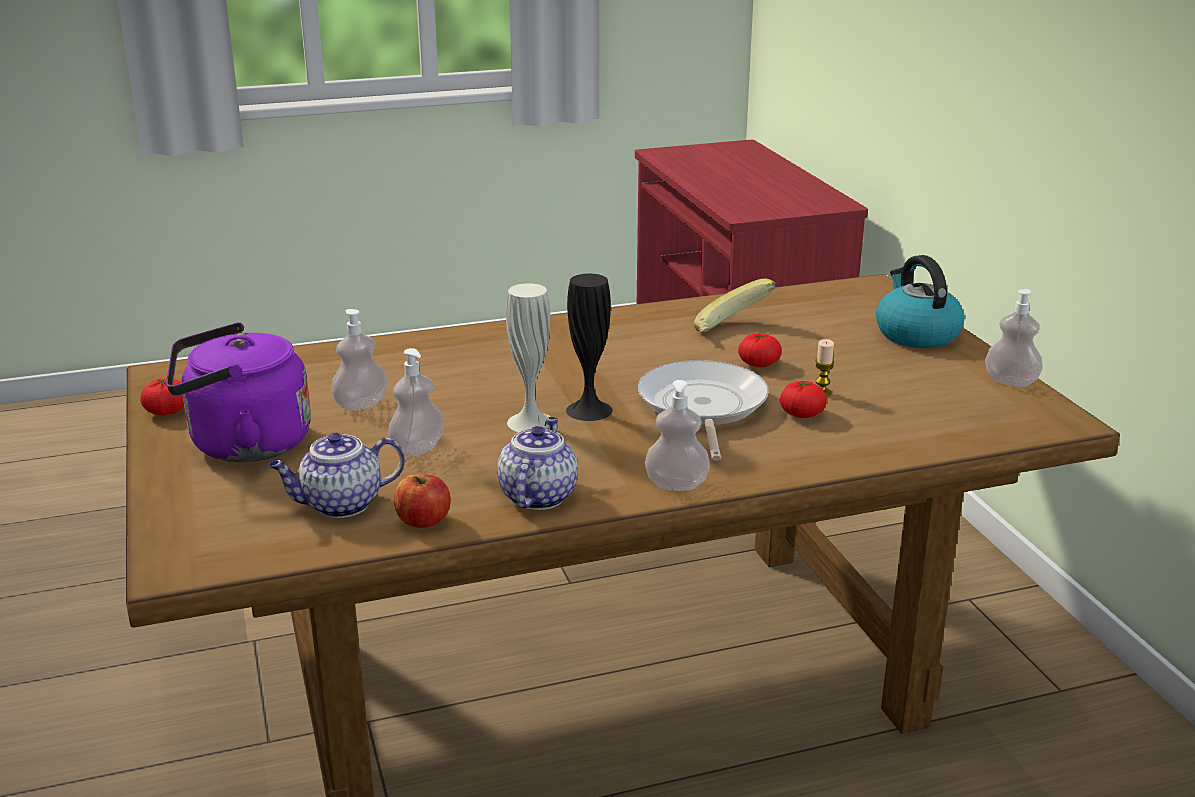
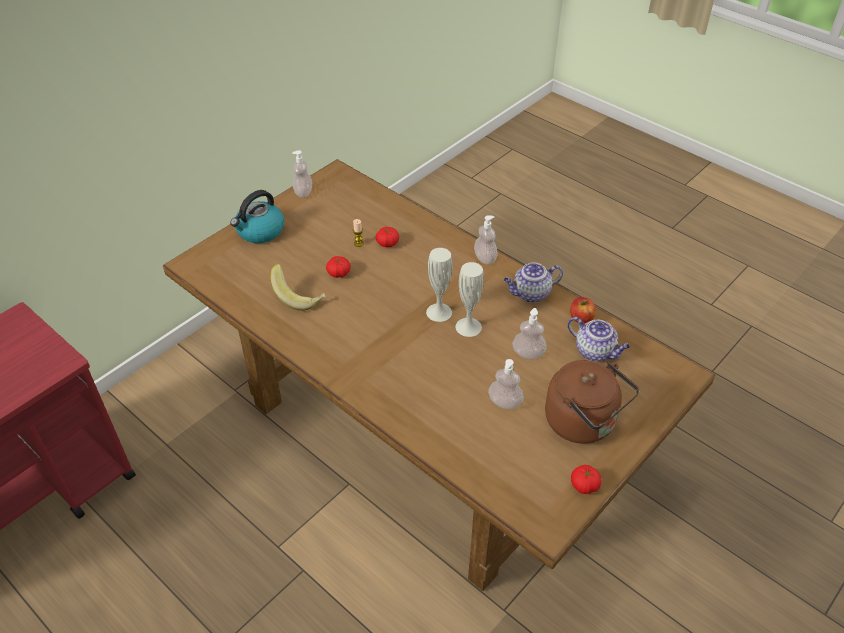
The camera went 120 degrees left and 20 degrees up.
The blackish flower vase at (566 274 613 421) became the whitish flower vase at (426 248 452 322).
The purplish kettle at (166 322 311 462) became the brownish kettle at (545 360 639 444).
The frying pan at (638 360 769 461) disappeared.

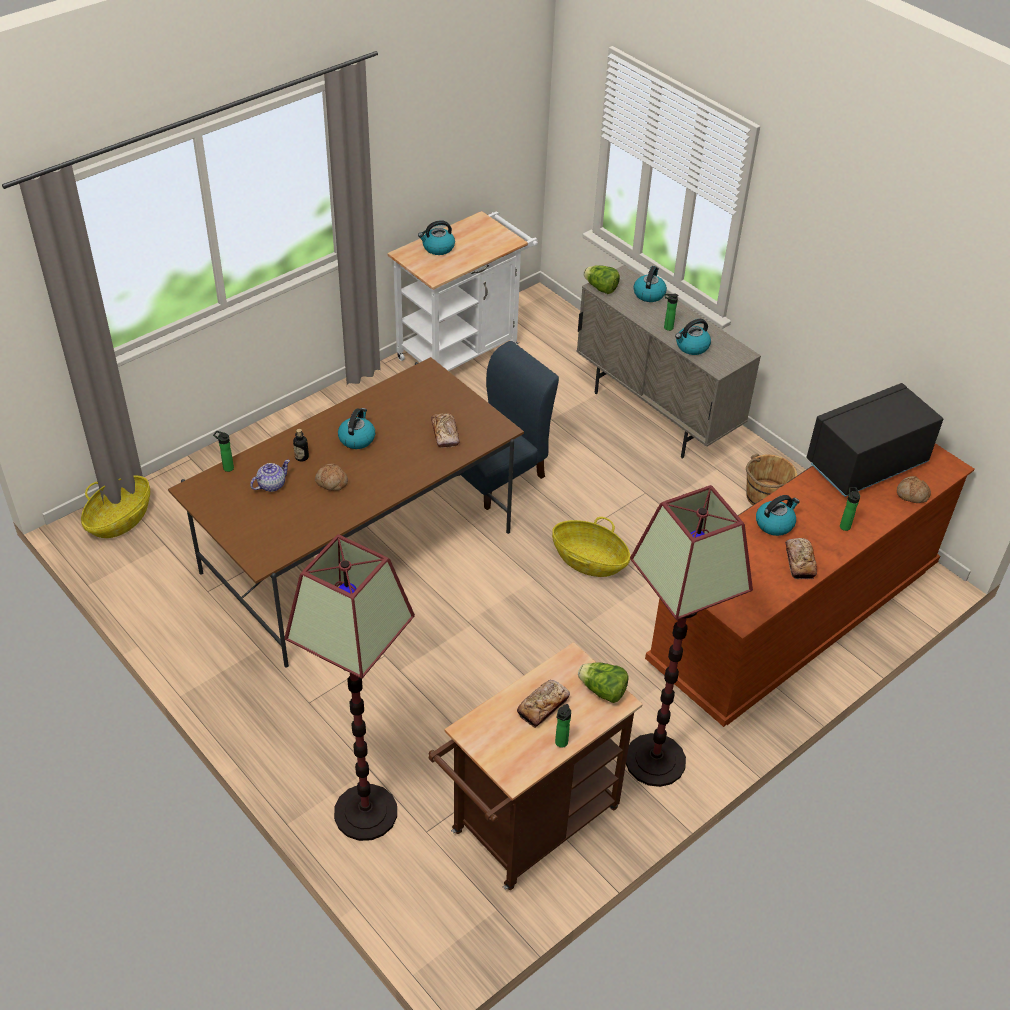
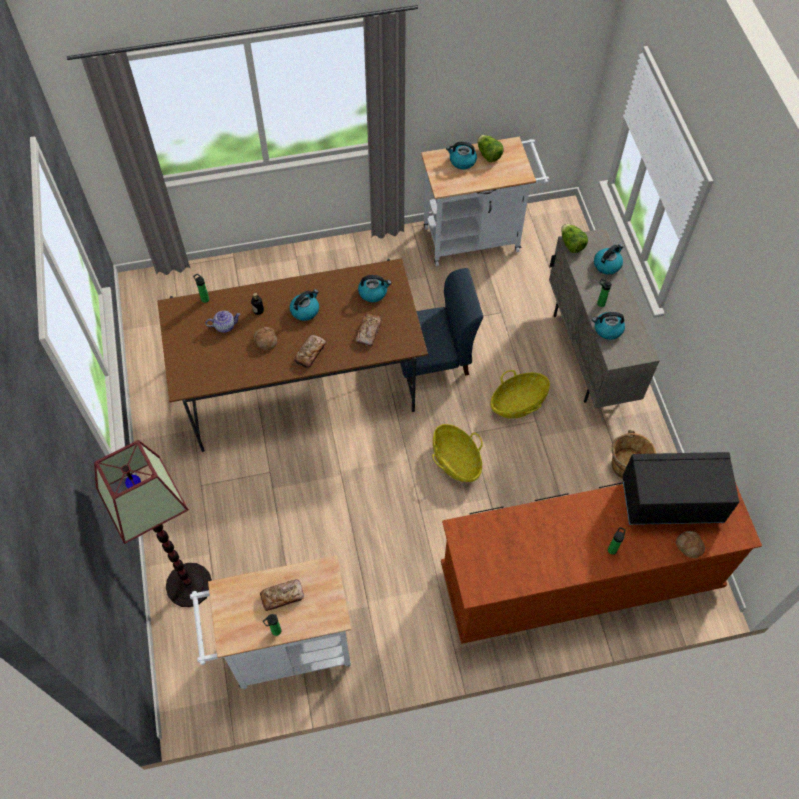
The camera went 30 degrees right and 15 degrees up.
The household basket moved from (81 476 150 538) to (490 370 550 419).
The floor lamp at (626 485 753 787) disappeared.
The kettle moved from (756 495 800 536) to (358 275 392 302).
The bakery bread moved from (785 538 817 579) to (294 335 326 369).
The brownish trolley at (429 642 643 890) became the whitish trolley at (190 555 351 689).
The head of lettuce moved from (578 662 629 703) to (477 135 504 162).

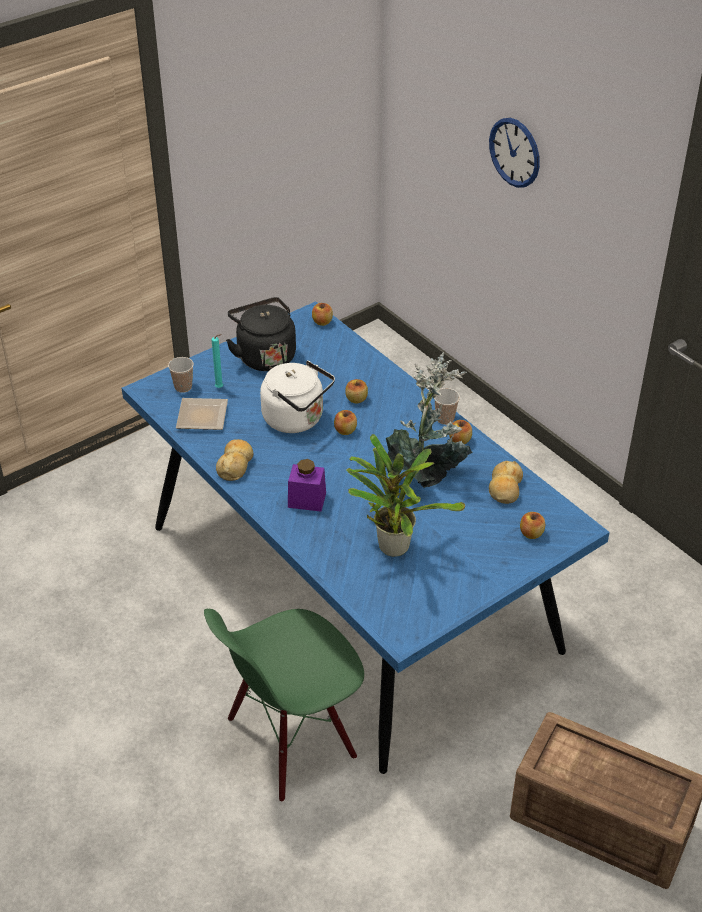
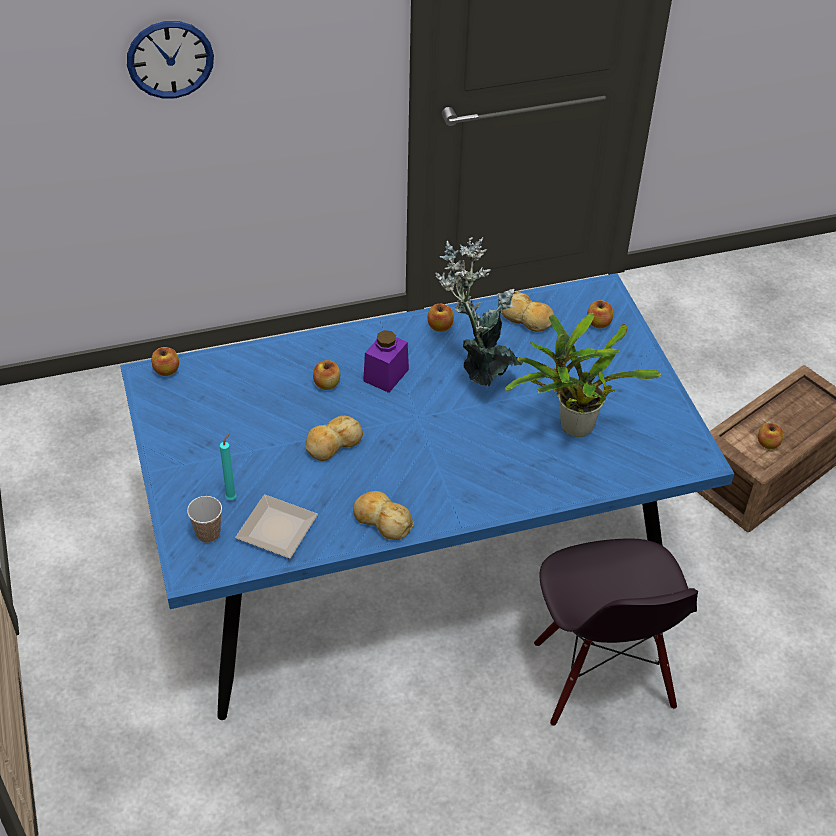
The camera went 70 degrees left and 5 degrees up.
The blackish kettle at (226 297 296 371) disappeared.
The whitish kettle at (260 360 335 433) was replaced by the bakery bread at (305 415 363 461).
The small cup at (434 388 460 425) disappeared.
The whole apple moved from (334 410 357 435) to (758 423 784 449).
The purplish storage jar moved from (288 459 326 512) to (363 330 409 393).
The greenish chair at (204 609 364 802) became the blackish chair at (534 538 698 726).

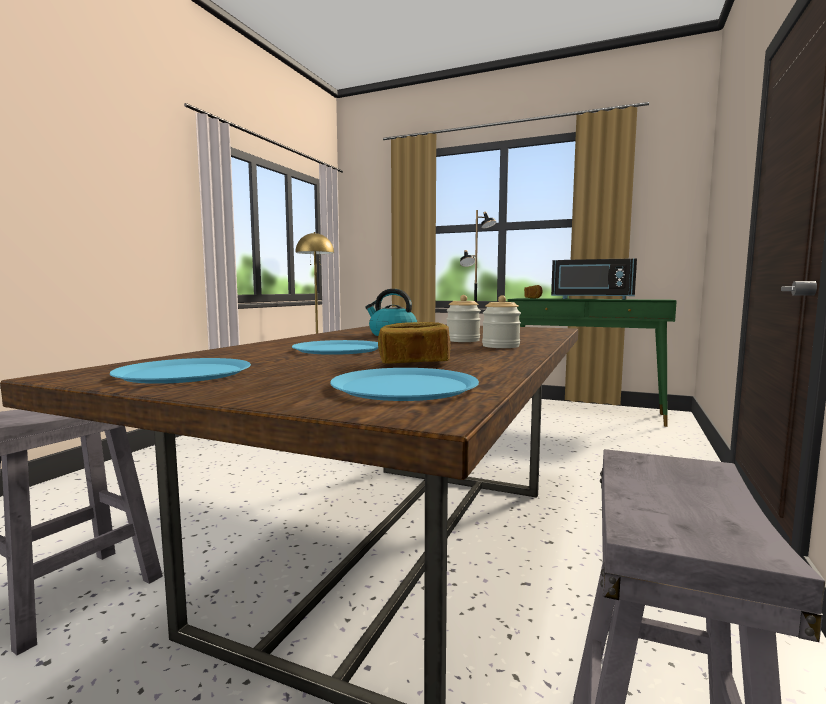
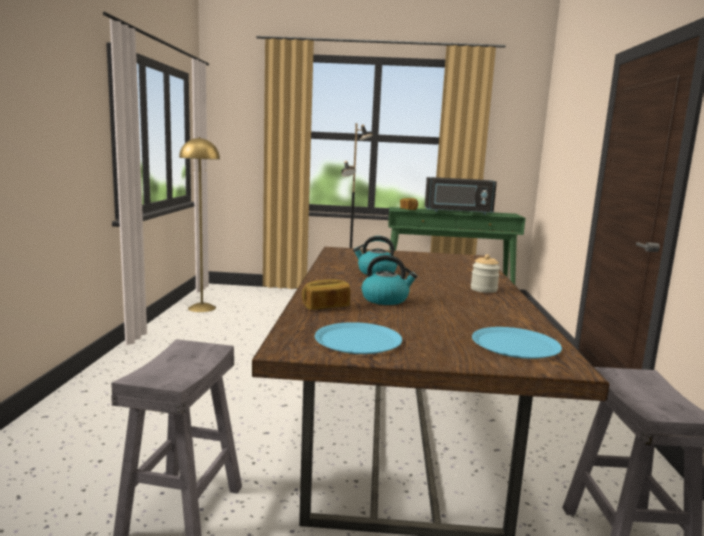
The camera went 20 degrees left and 5 degrees up.
The storage jar at (447 295 481 342) disappeared.
The bakery bread moved from (378 322 450 364) to (301 279 350 310).
The blue-coloured plate at (292 340 378 355) was replaced by the kettle at (362 255 418 305).

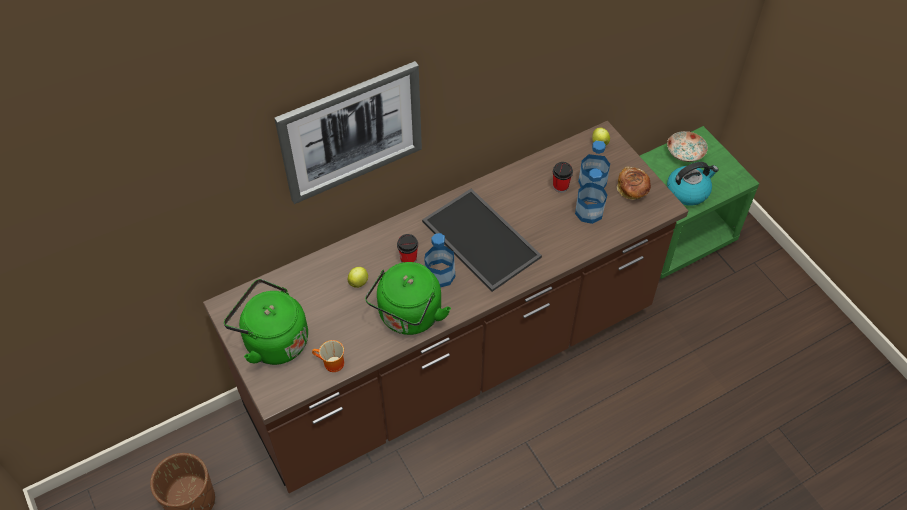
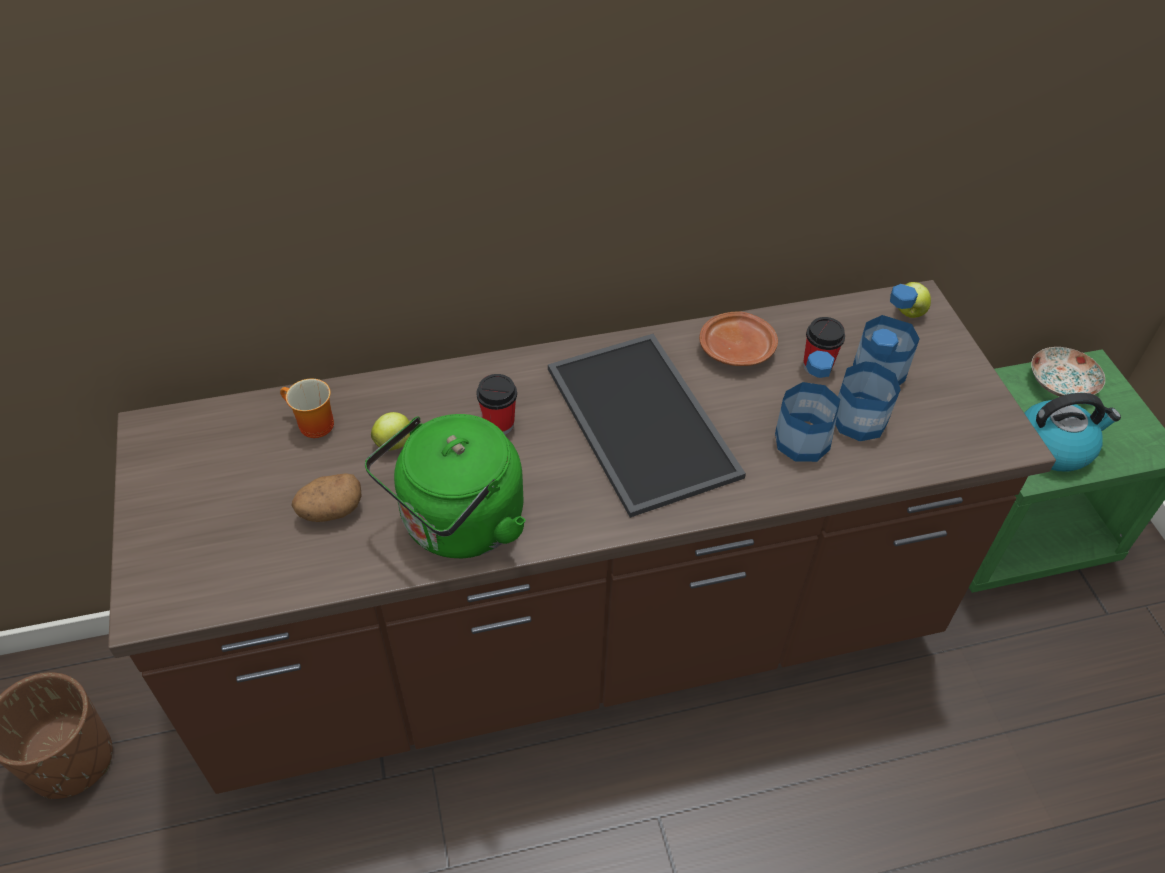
The camera went 15 degrees right and 5 degrees down.
The picture at (274 61 422 204) disappeared.
The bakery bread at (617 167 651 200) disappeared.
The drink bottle moved from (424 233 455 287) to (775 351 840 462).
The greenish kettle at (224 279 308 365) disappeared.
The tea mug moved from (312 340 344 372) to (280 379 334 438).
The brownish plate at (699 312 778 366) appeared.
The whole potato at (291 473 361 522) appeared.

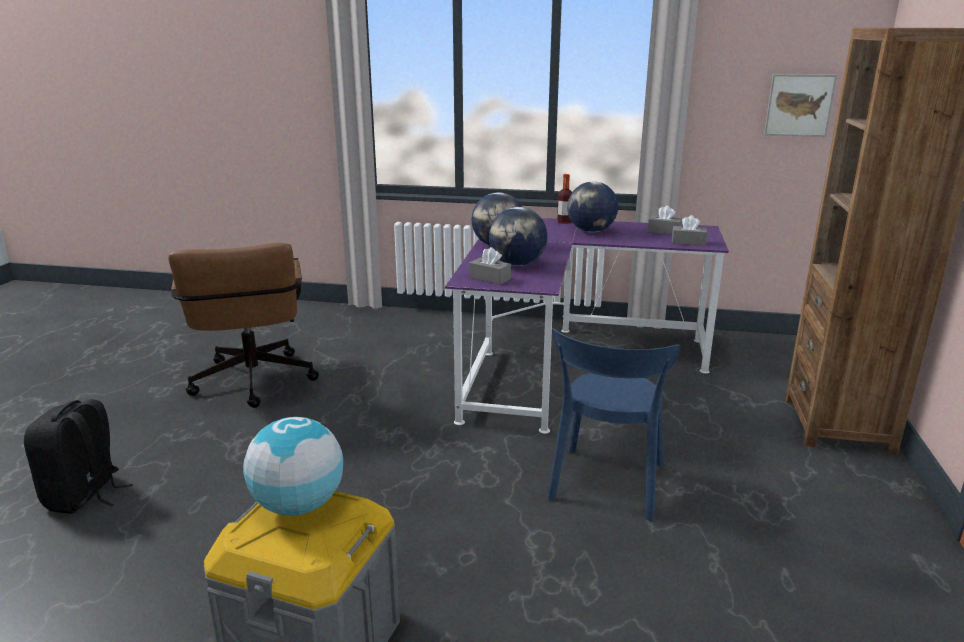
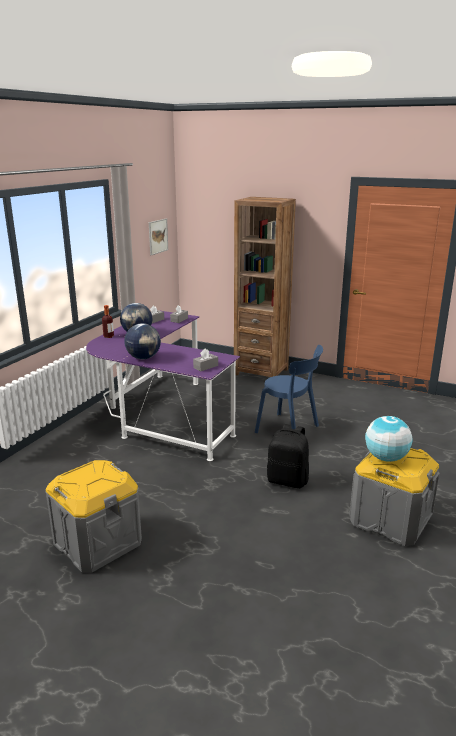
The camera went 75 degrees left and 0 degrees up.
The globe at (489 207 547 266) disappeared.
The brownish computer chair at (168 243 319 408) was replaced by the grey storage container at (45 460 142 573).
The blackish rucksack moved from (24 399 133 514) to (267 424 309 488).

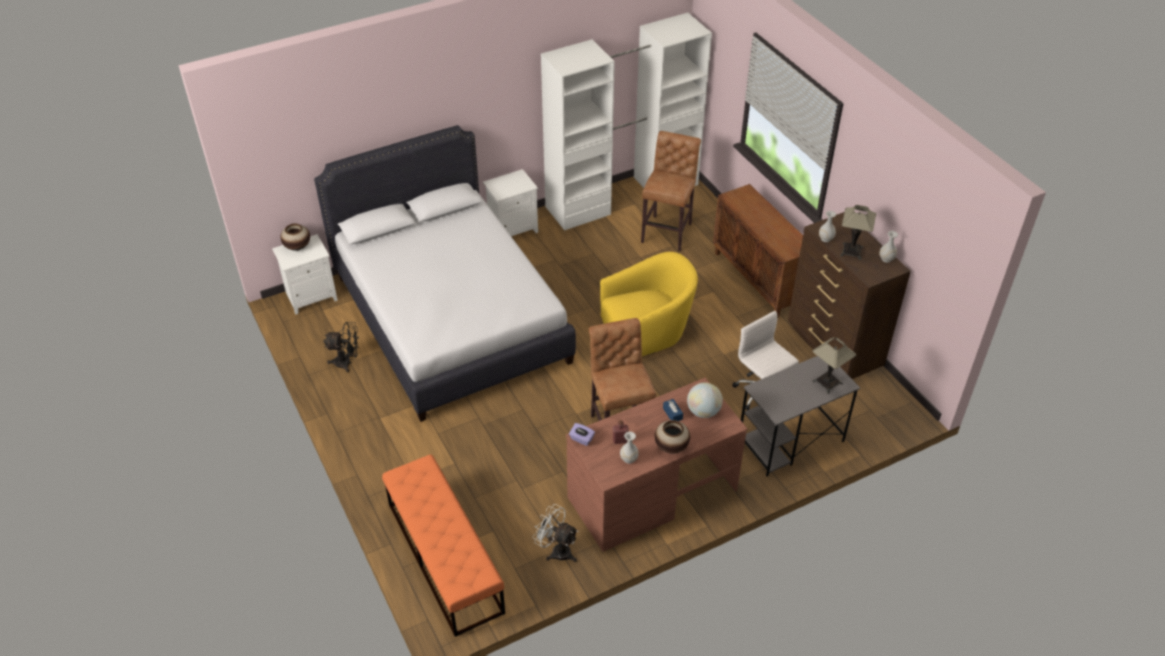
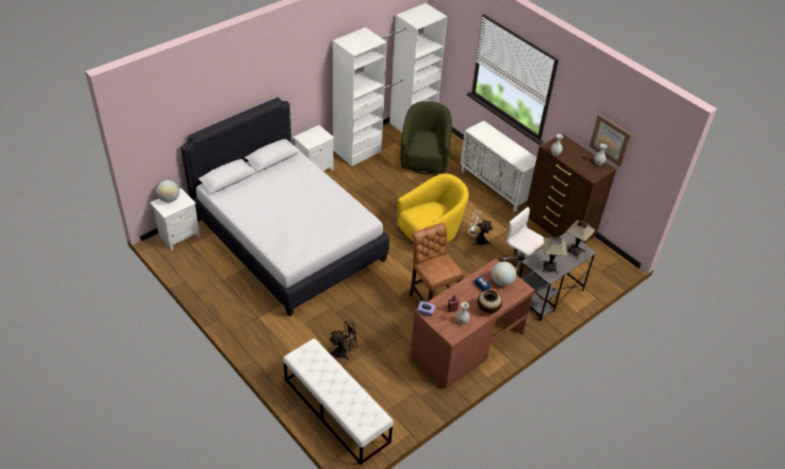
The camera went 15 degrees left and 0 degrees up.
The brownish stool seat at (641 131 701 251) was replaced by the greenish armchair at (401 101 452 174).
The brownish cabinet at (713 184 803 318) became the whitish cabinet at (460 121 537 212).
The table lamp moved from (840 205 876 260) to (542 237 567 274).
The flower vase at (280 223 310 251) was replaced by the globe at (157 180 180 203).
The blackish fan moved from (323 322 359 372) to (330 321 358 360).
The orangey indoor bench at (382 454 505 637) became the whitish indoor bench at (283 338 393 465).
The whitish fan moved from (532 504 578 562) to (468 211 493 246).
The picture at (589 114 632 167) appeared.

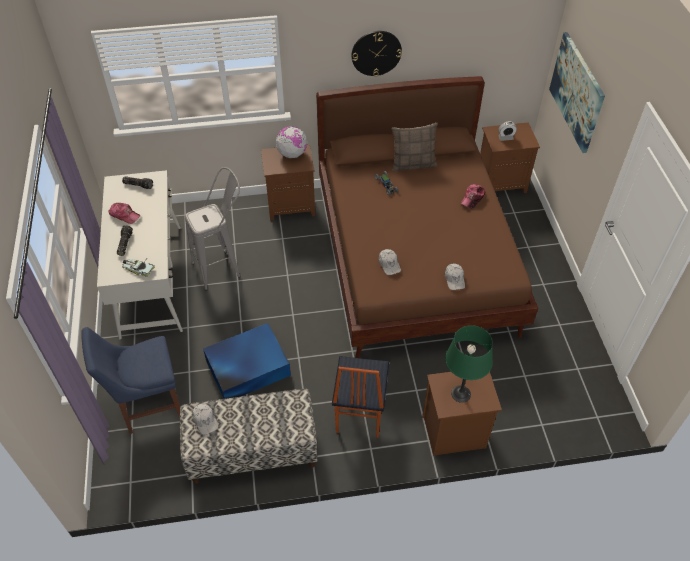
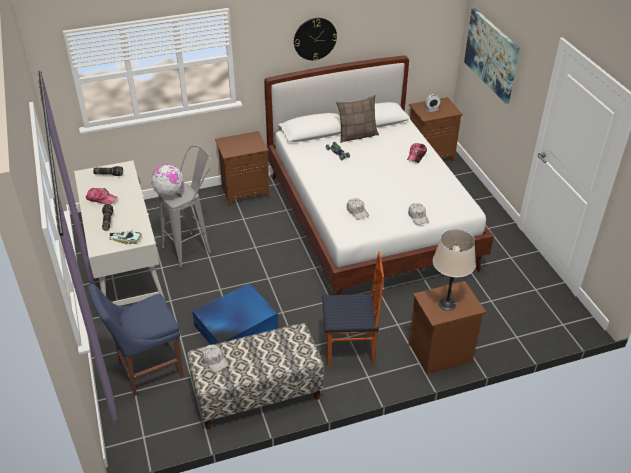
The camera went 10 degrees left and 10 degrees down.
The brownish bedroom bed at (316 76 538 358) became the whitish bedroom bed at (264 55 494 295).
The globe moved from (276 126 307 158) to (151 164 184 197).
The greenish table lamp at (445 325 493 403) became the beige table lamp at (433 229 476 311).
The chair at (332 356 389 438) turned 90 degrees counterclockwise.

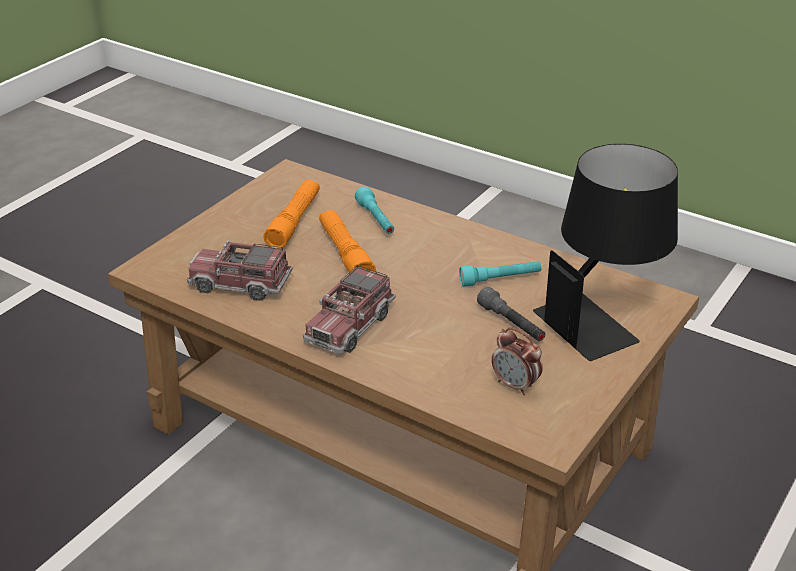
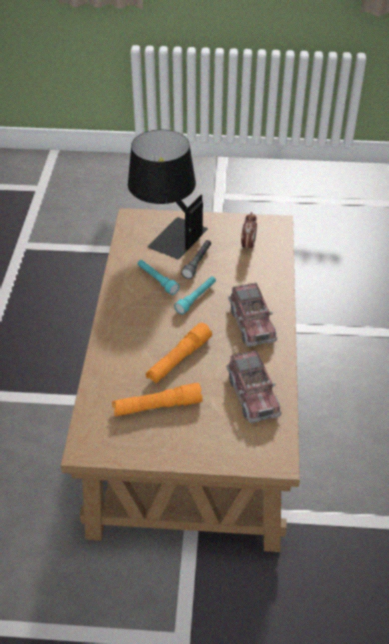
The camera went 120 degrees left and 10 degrees up.
The blue-green flashlight moved from (355 187 394 234) to (174 276 216 314).
The model truck at (303 265 396 354) turned 75 degrees clockwise.

